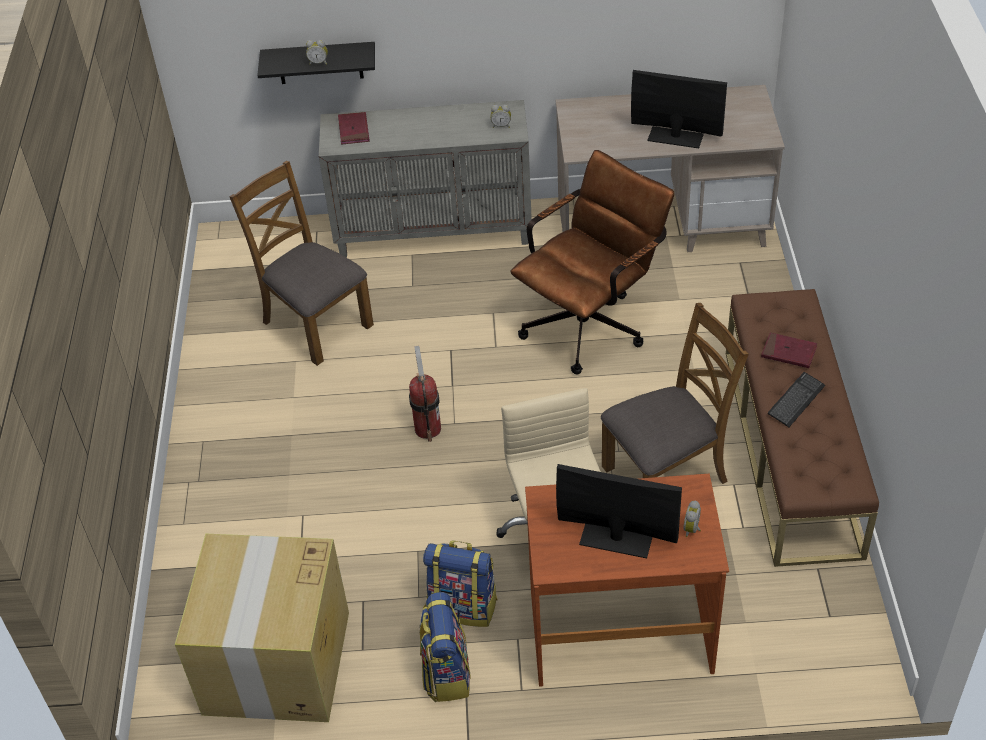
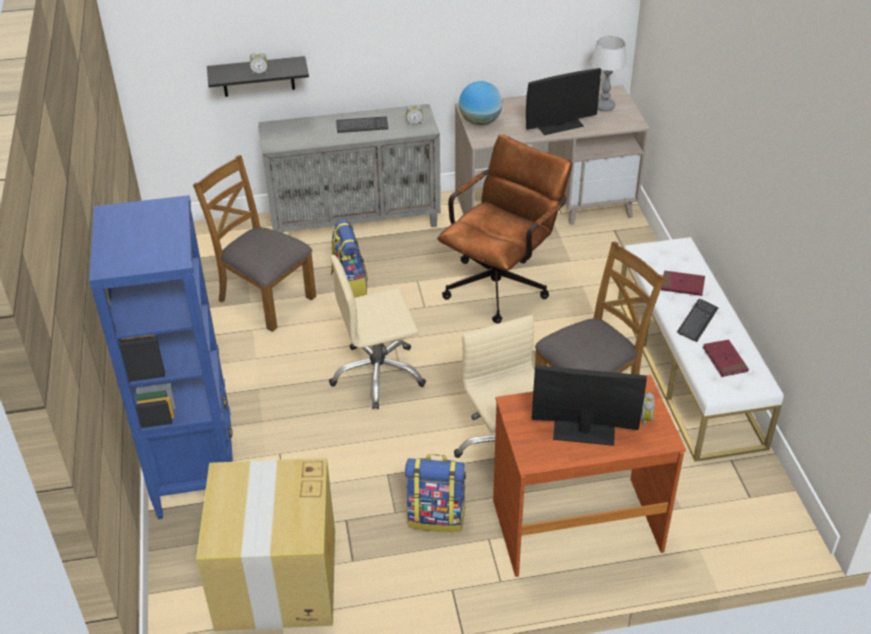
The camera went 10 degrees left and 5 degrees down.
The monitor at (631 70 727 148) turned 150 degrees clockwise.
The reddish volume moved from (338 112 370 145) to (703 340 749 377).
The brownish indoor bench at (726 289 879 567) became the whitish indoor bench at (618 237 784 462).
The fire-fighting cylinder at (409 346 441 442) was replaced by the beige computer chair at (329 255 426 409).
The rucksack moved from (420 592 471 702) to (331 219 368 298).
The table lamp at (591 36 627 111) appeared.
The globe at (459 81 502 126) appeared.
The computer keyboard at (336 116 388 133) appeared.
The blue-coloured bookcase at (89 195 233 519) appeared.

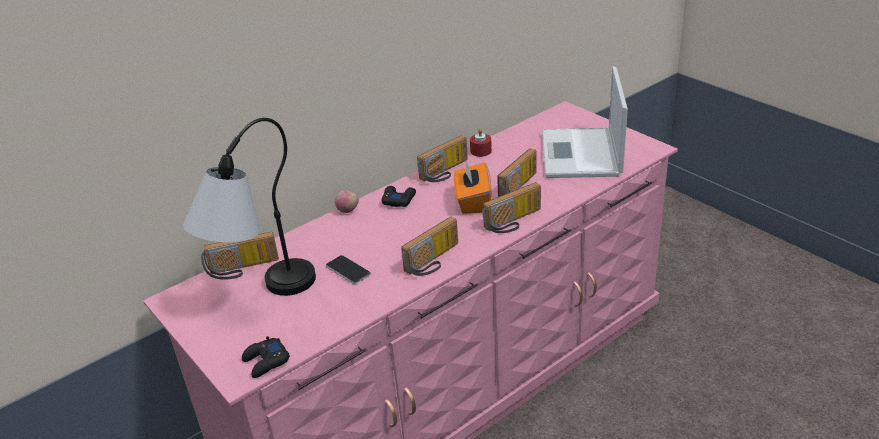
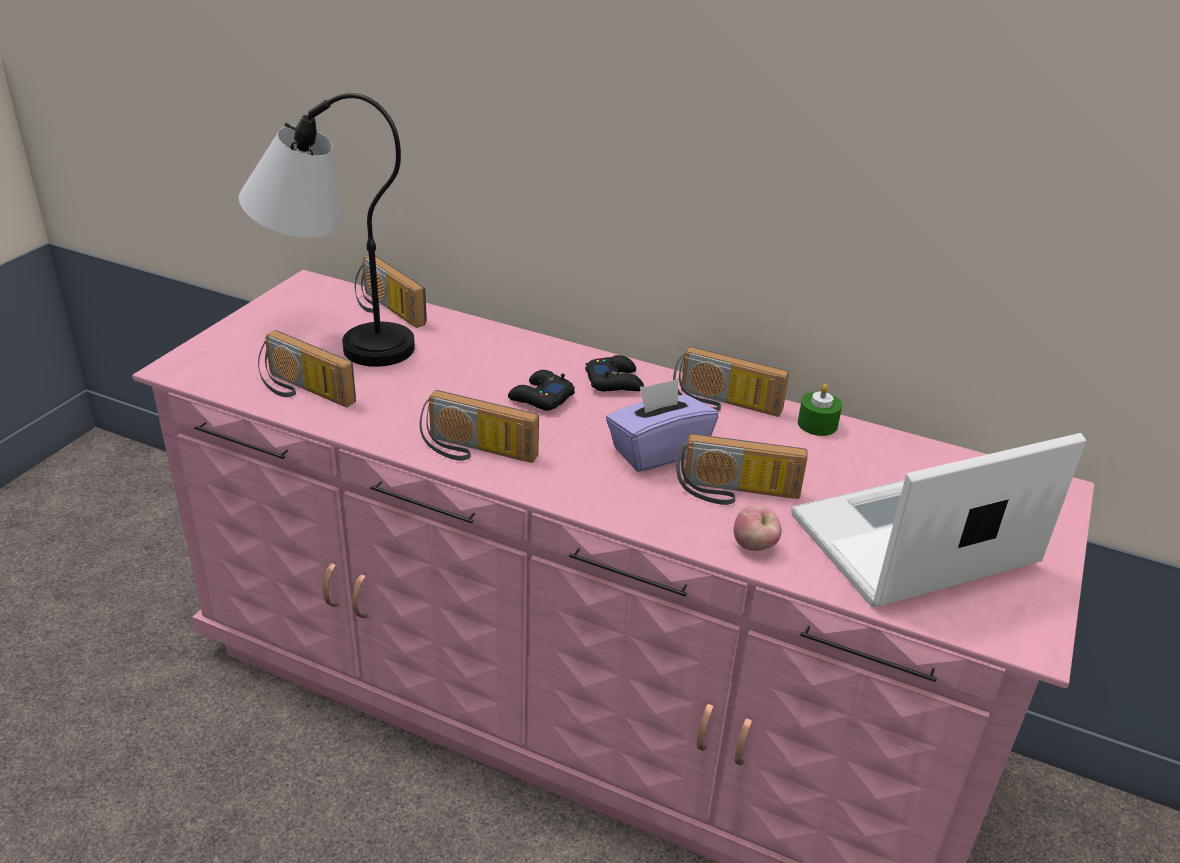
The camera went 60 degrees right and 0 degrees up.
The reddish wax candle at (470 129 492 157) became the greenish wax candle at (798 384 842 436).
The orangey box of tissues at (454 161 491 214) became the purplish box of tissues at (606 379 718 472).
The radio set moved from (482 182 541 233) to (258 330 356 407).
The whole apple moved from (335 190 359 213) to (734 506 782 551).
The handset at (326 255 371 284) disappeared.
The blackish gamepad moved from (242 336 290 378) to (508 370 575 410).

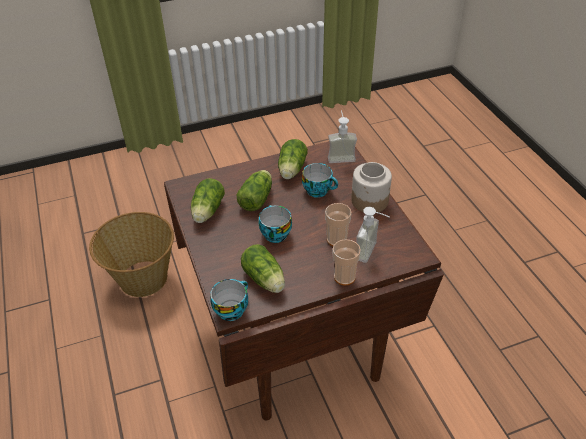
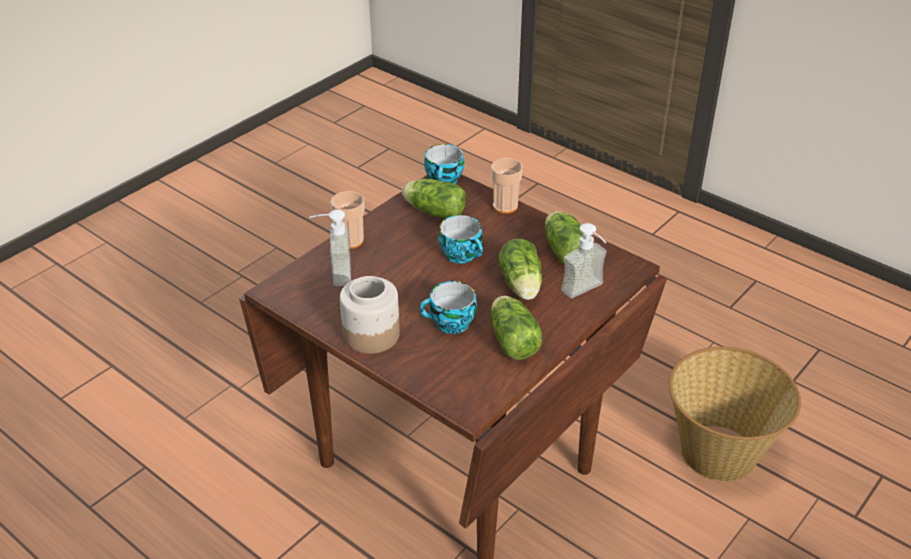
The camera went 150 degrees right and 5 degrees down.
The liquid soap bottle moved from (328 110 357 163) to (561 223 607 298).
The small cup moved from (325 203 352 246) to (491 158 523 214).

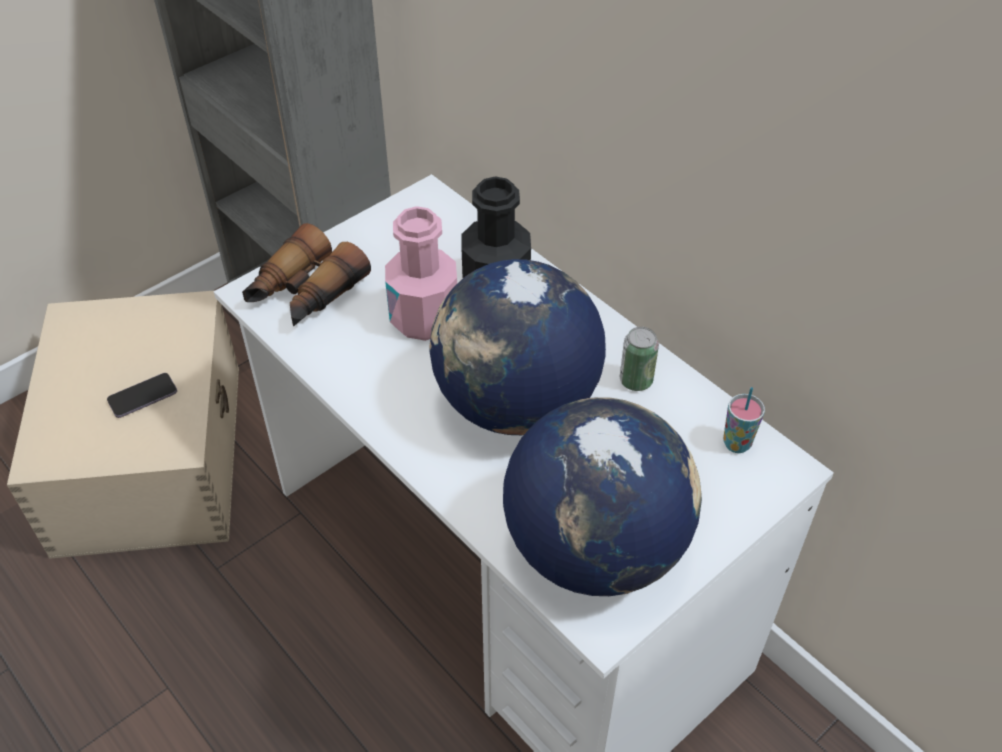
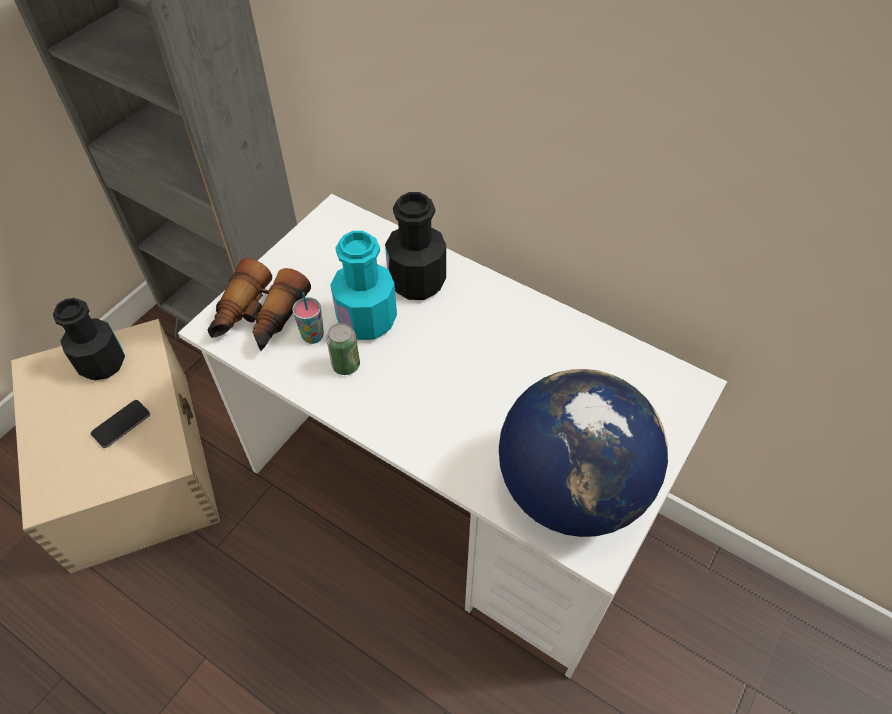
The camera went 15 degrees left and 5 degrees up.
The pink drink bottle at (385 206 457 341) became the blue-green drink bottle at (330 231 397 340).
The globe at (430 259 606 435) disappeared.
The sealed can moved from (620 327 659 391) to (326 323 360 375).
The small cup moved from (723 387 765 453) to (292 292 324 344).
The blackish drink bottle at (53 298 125 380) appeared.

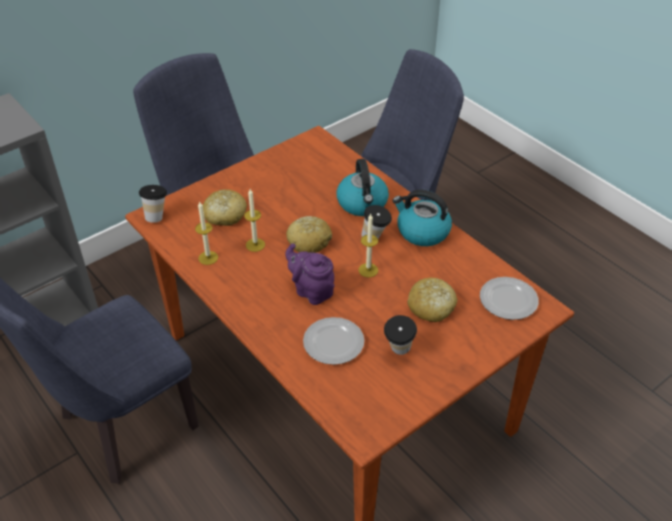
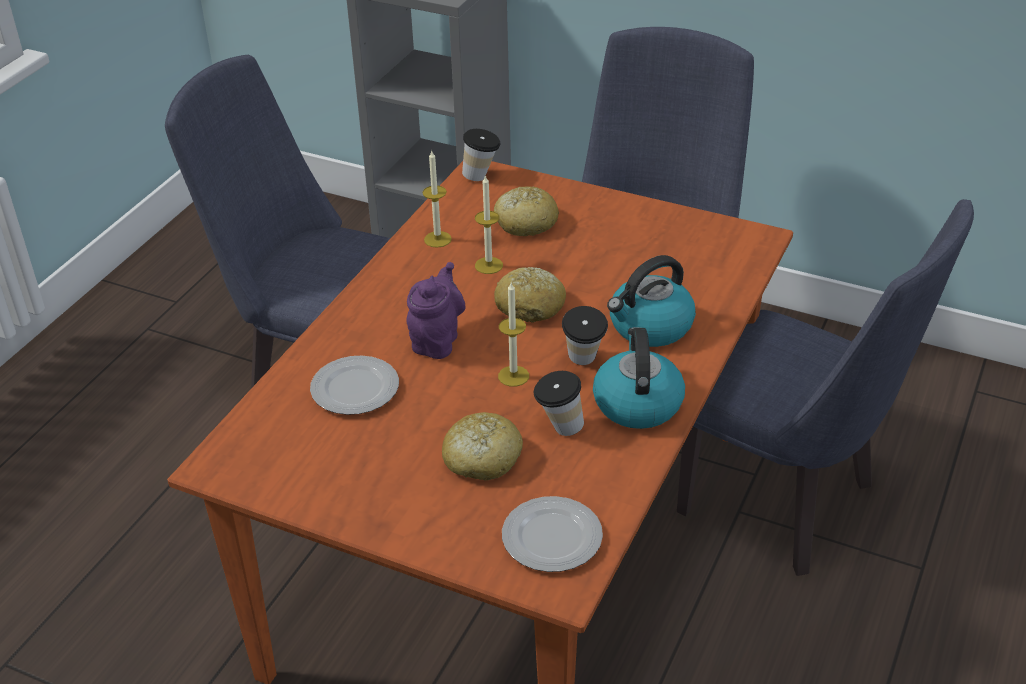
The camera went 65 degrees right and 5 degrees down.
The small cup moved from (384 315 417 355) to (534 371 584 436).

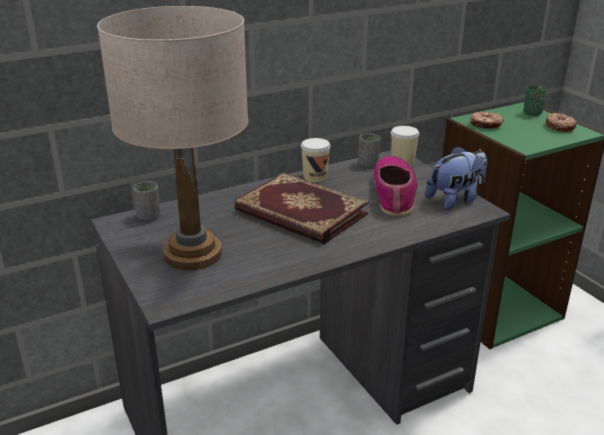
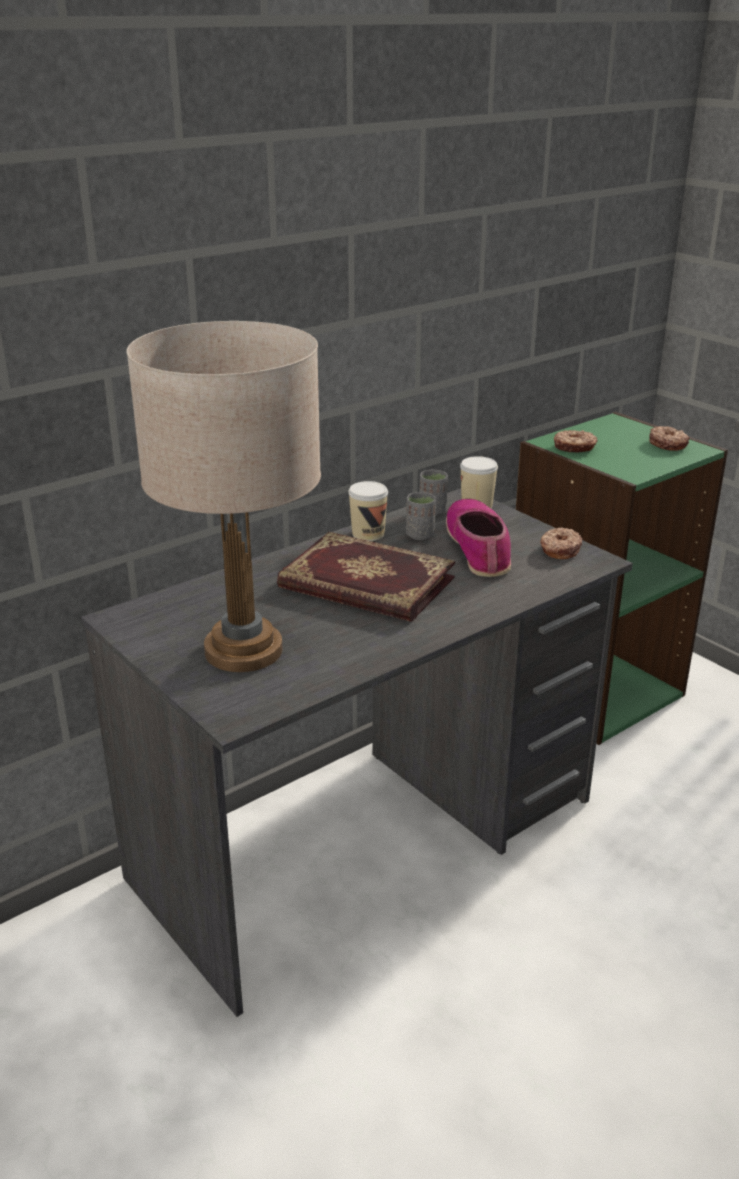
The camera went 10 degrees left and 0 degrees up.
The greenish small cup at (523 85 546 116) disappeared.
The cuddly toy at (425 146 487 210) was replaced by the doughnut at (540 527 583 559).
The grey small cup moved from (133 181 160 221) to (406 492 436 540).

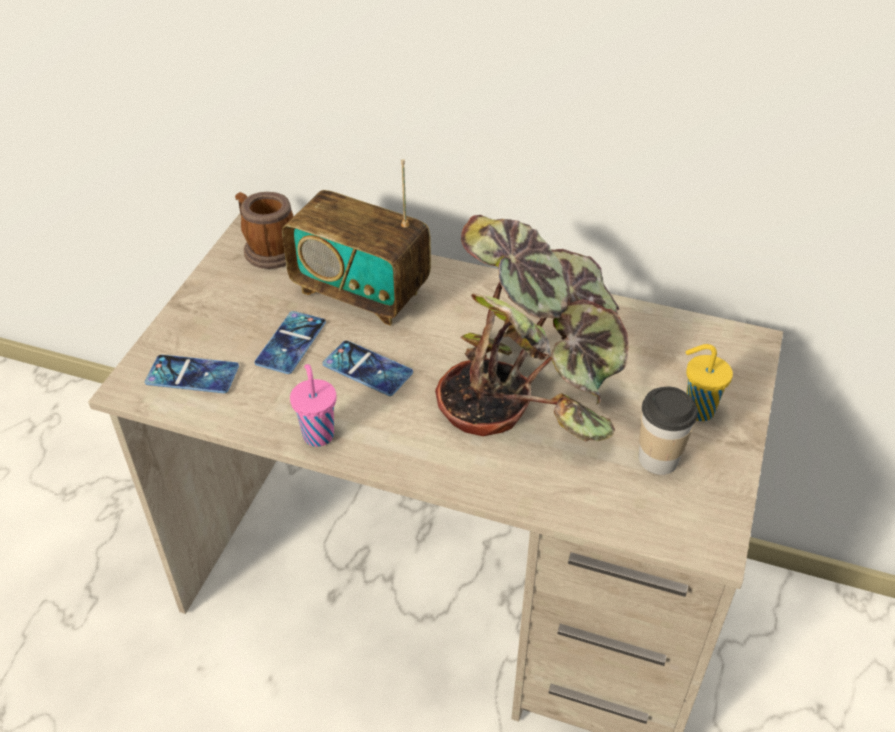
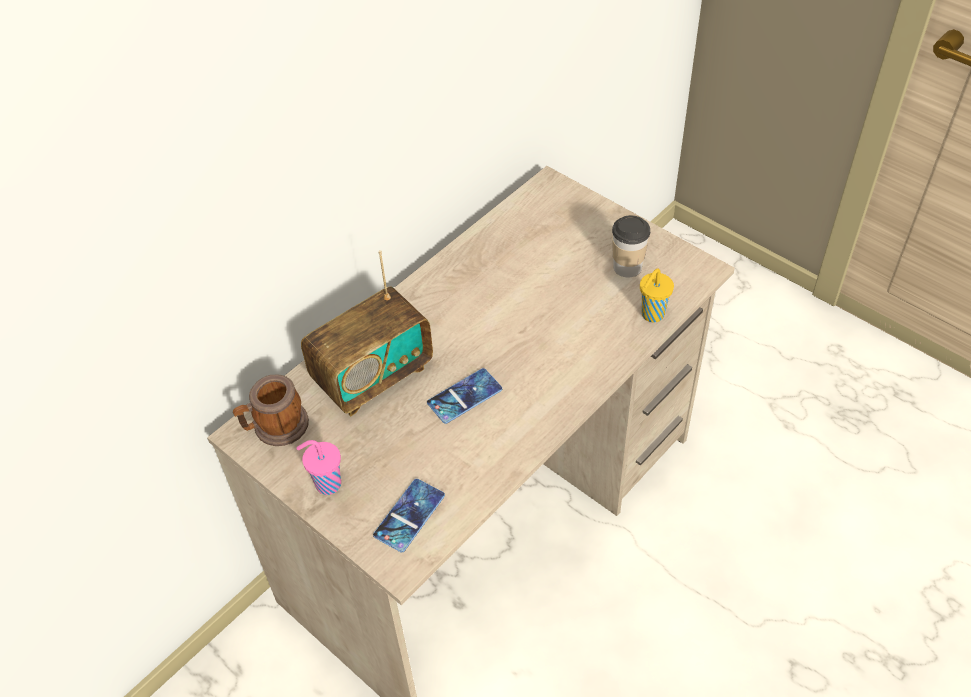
The camera went 65 degrees left and 5 degrees up.
The houseplant at (435 215 629 441) disappeared.
The handset at (254 311 326 374) disappeared.
The yellowish small cup moved from (686 344 733 421) to (640 269 674 322).
The pink small cup moved from (290 364 336 447) to (296 440 341 495).

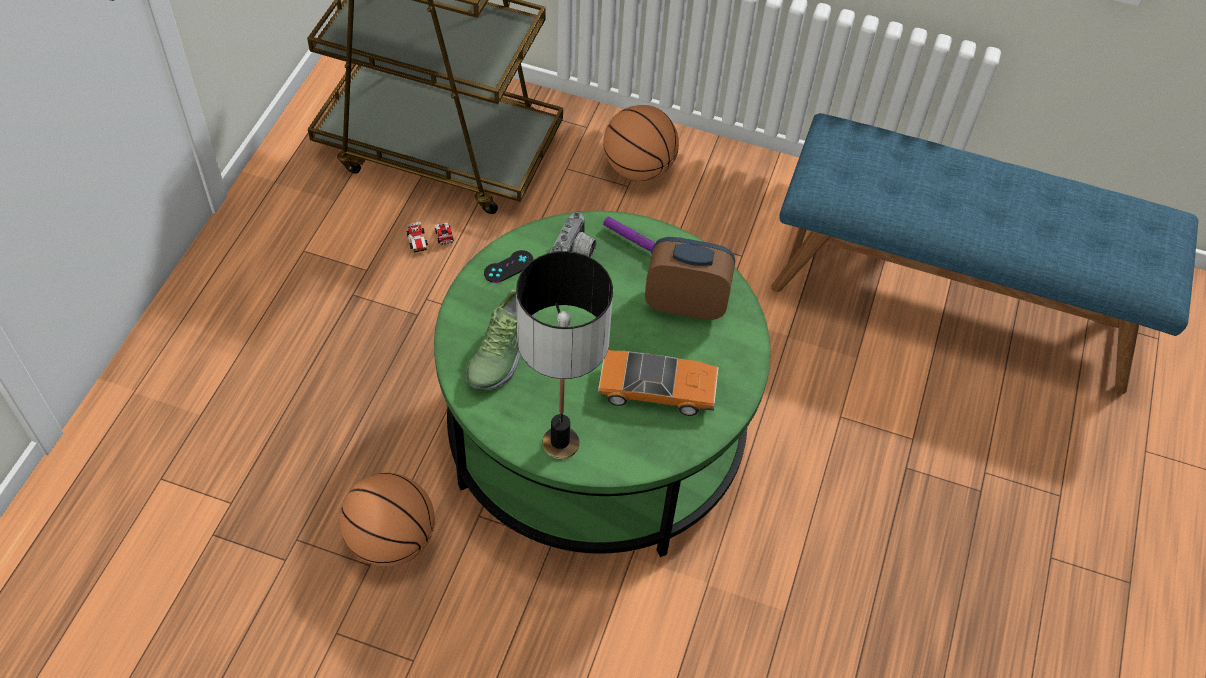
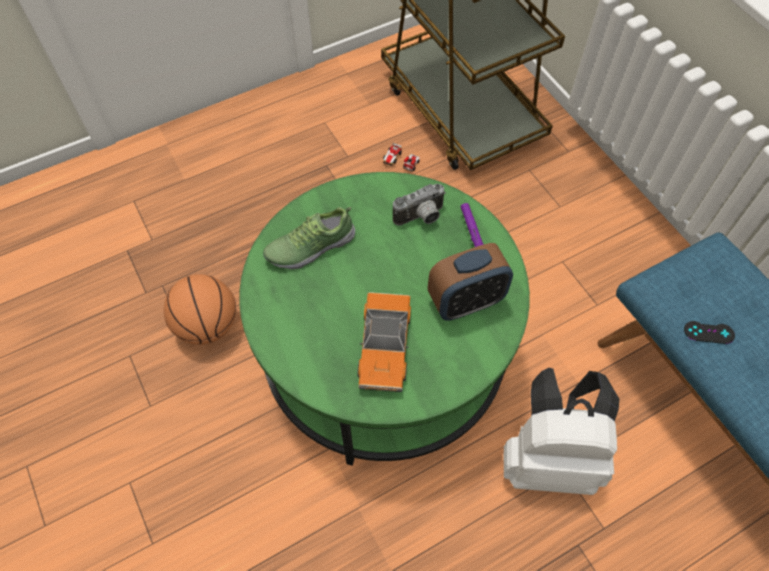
The camera went 45 degrees right and 5 degrees up.
The basketball ball at (603 105 679 181) disappeared.
The table clock at (645 237 735 320) turned 105 degrees clockwise.
The blackish gamepad moved from (484 250 534 283) to (684 321 735 344).
The table lamp at (516 251 613 459) disappeared.
The miniature car at (598 350 718 416) turned 45 degrees clockwise.
The whitish rucksack at (504 368 619 495) appeared.

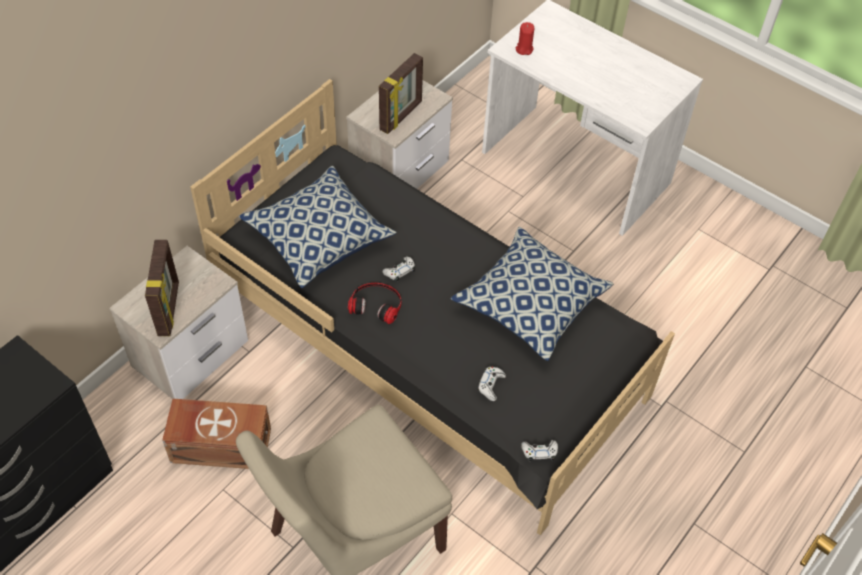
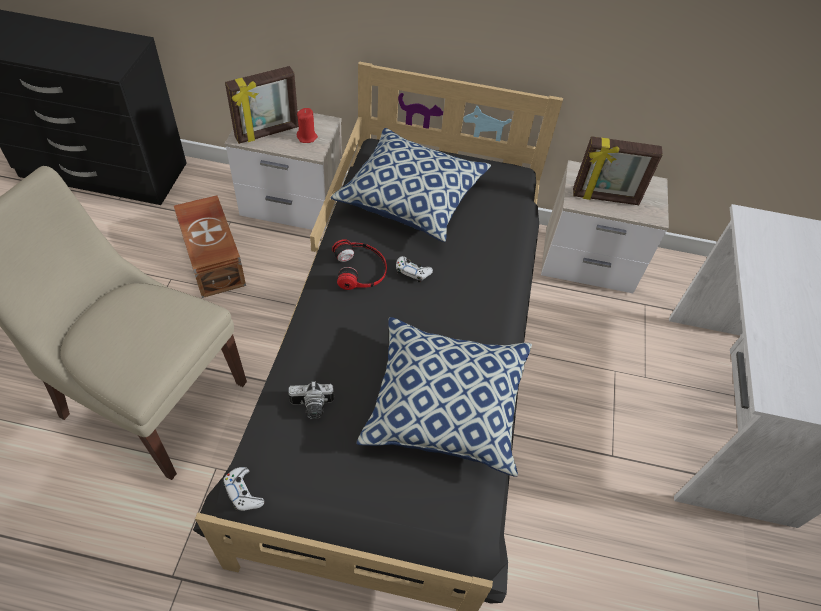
The camera went 60 degrees right and 0 degrees up.
The reddish wax candle moved from (516 22 534 55) to (297 108 318 143).
The whitish gamepad at (477 367 506 401) was replaced by the photo camera at (288 381 334 419).

